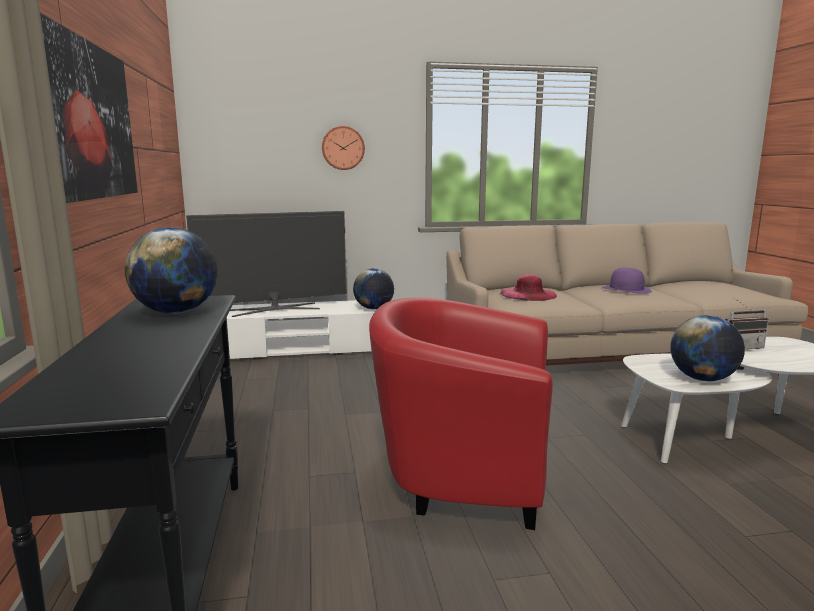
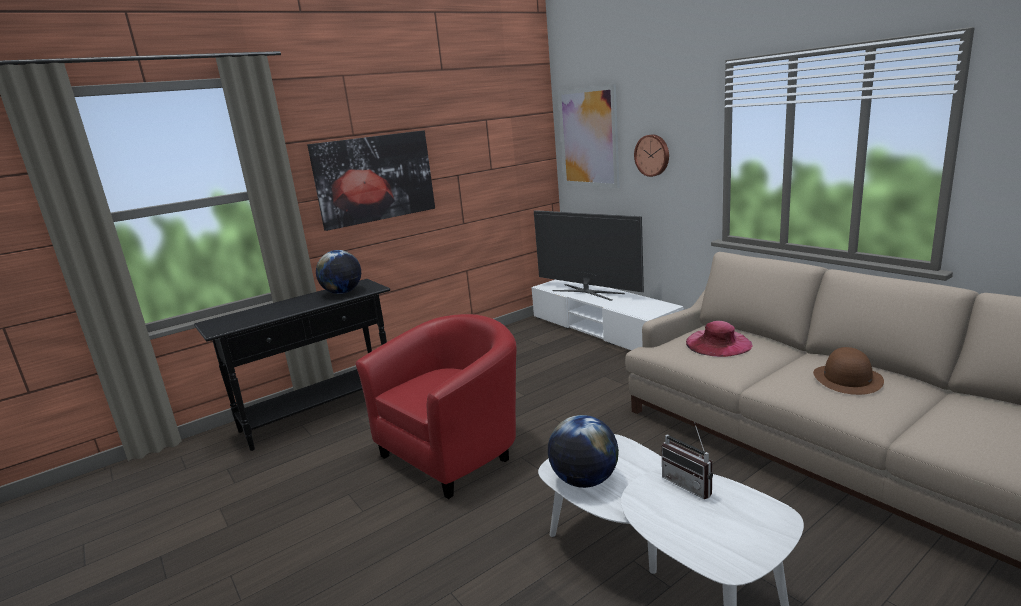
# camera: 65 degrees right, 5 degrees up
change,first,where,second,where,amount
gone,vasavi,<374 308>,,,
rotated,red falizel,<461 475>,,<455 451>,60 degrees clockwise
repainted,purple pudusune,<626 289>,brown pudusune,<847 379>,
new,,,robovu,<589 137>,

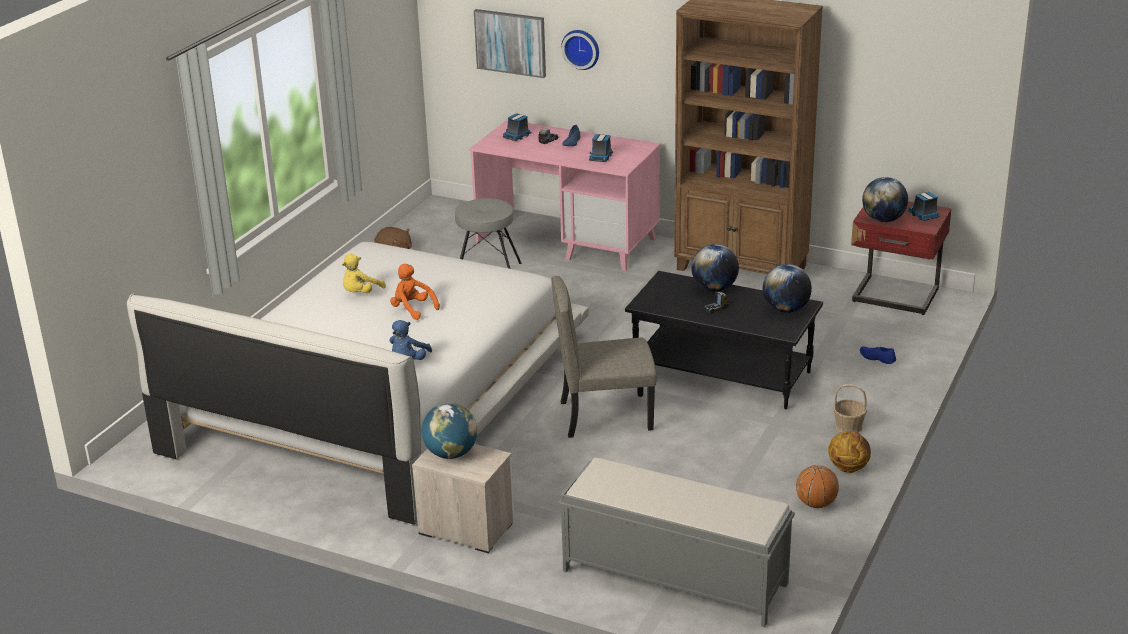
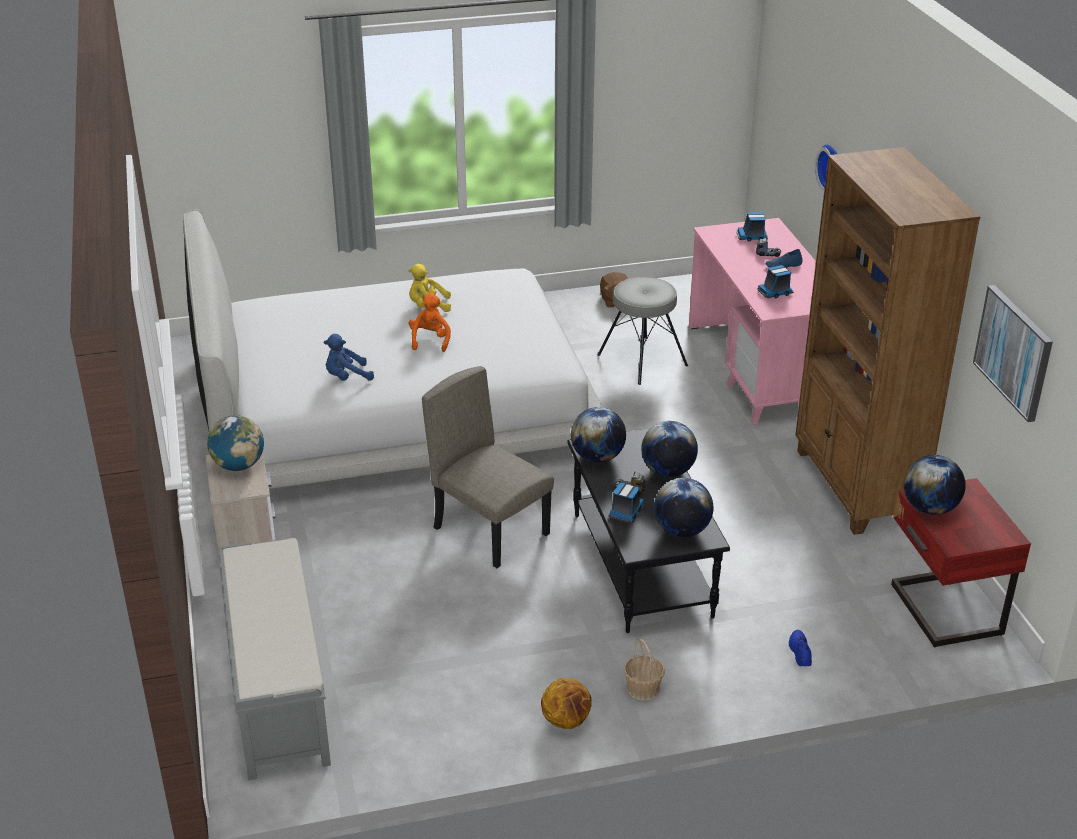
# camera: 50 degrees right, 5 degrees up
change,first,where,second,where,amount
shifted,robovu,<510 42>,,<1014 352>,
gone,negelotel,<816 504>,,,
shifted,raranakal,<923 215>,,<626 512>,
new,,,vasavi,<597 457>,

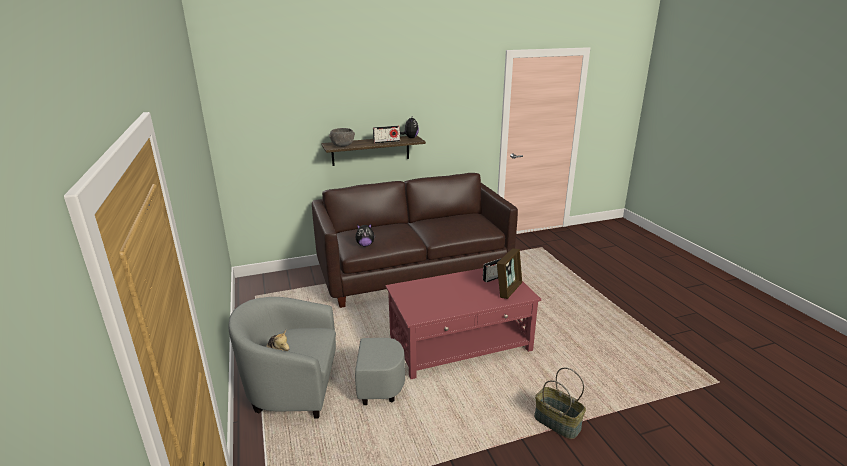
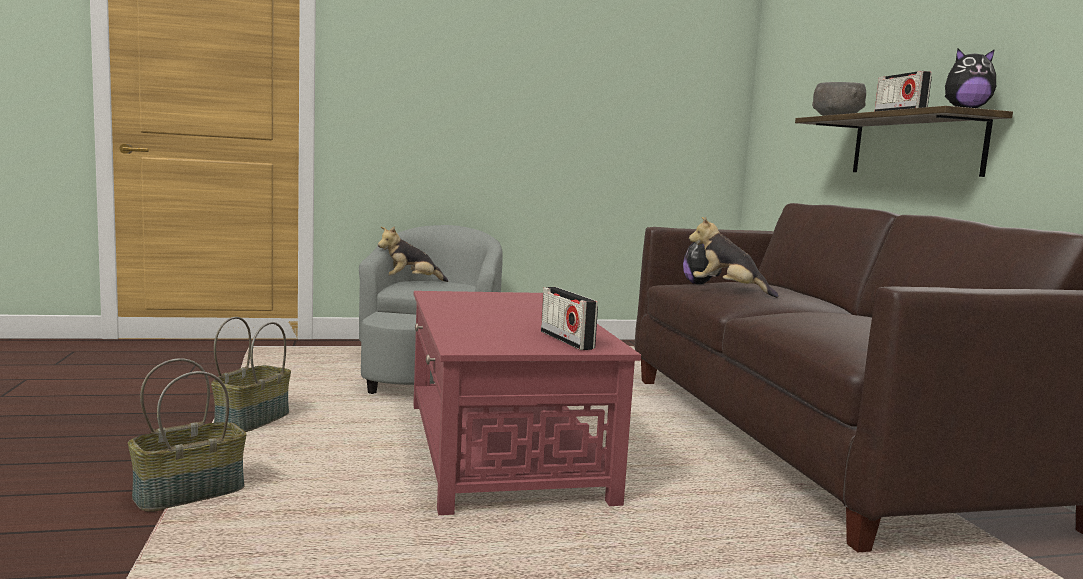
# camera: 95 degrees right, 15 degrees down
change,first,where,second,where,amount
gone,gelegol,<508 289>,,,
new,,,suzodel,<252 420>,
new,,,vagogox,<728 290>,

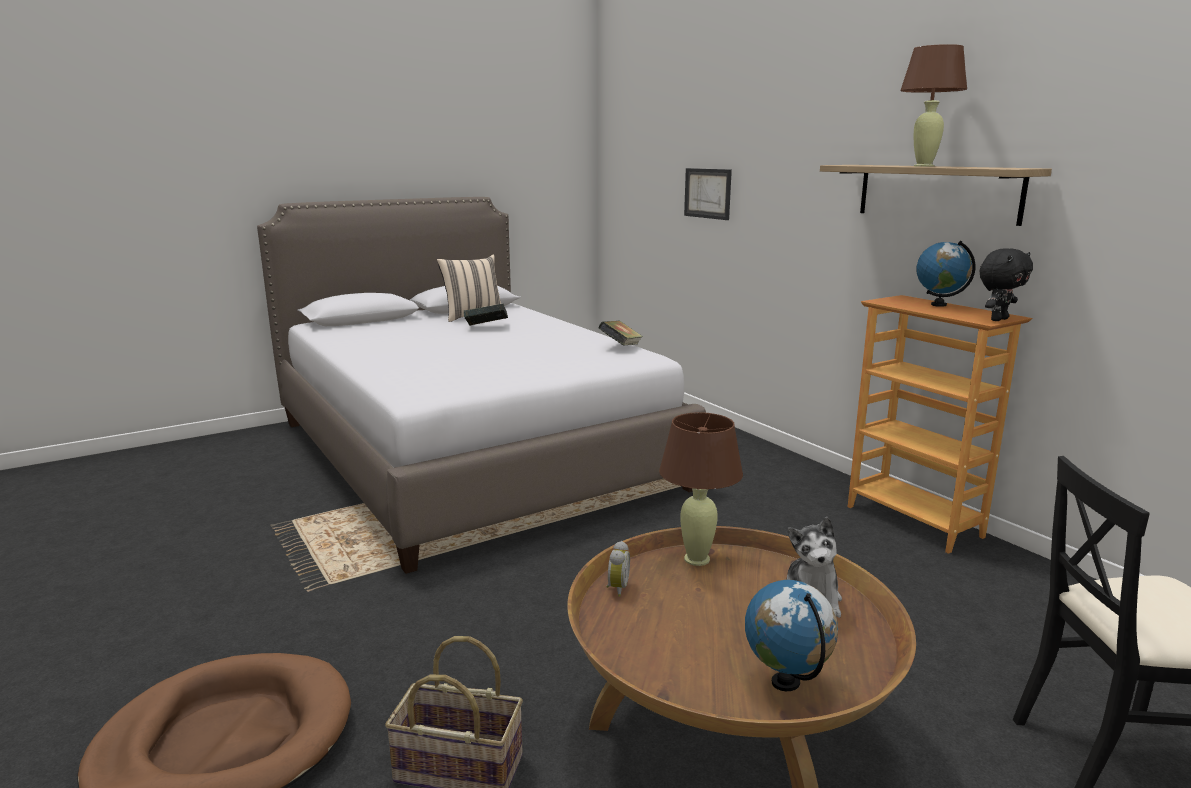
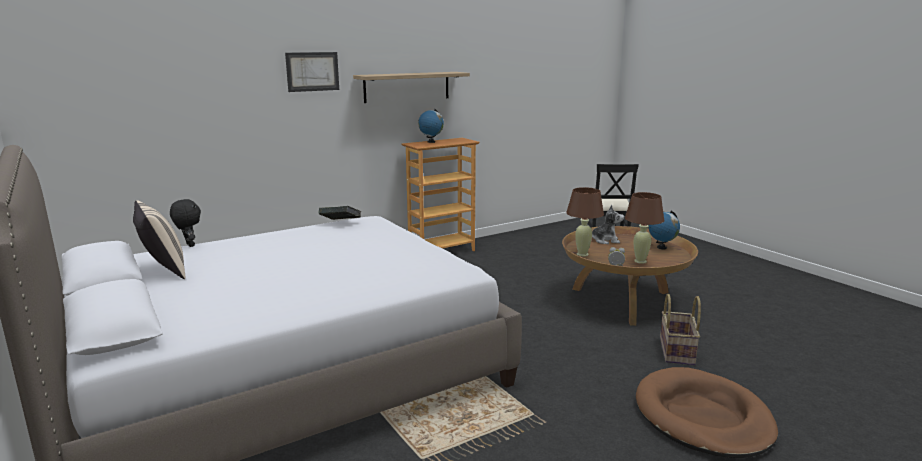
# camera: 90 degrees left, 0 degrees up
change,first,where,second,where,amount
gone,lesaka,<486 327>,,,
shifted,robovu,<707 193>,,<312 71>,
shifted,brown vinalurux,<923 166>,,<640 261>,
shifted,black vagogox,<998 319>,,<189 245>,

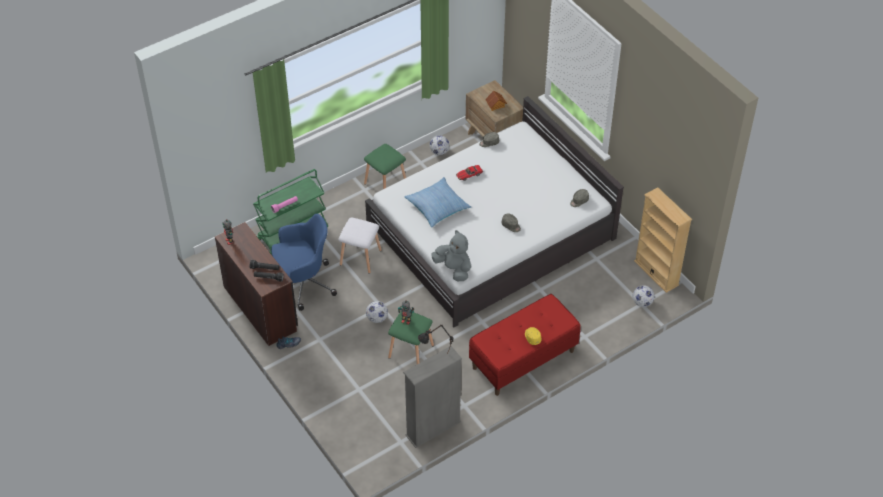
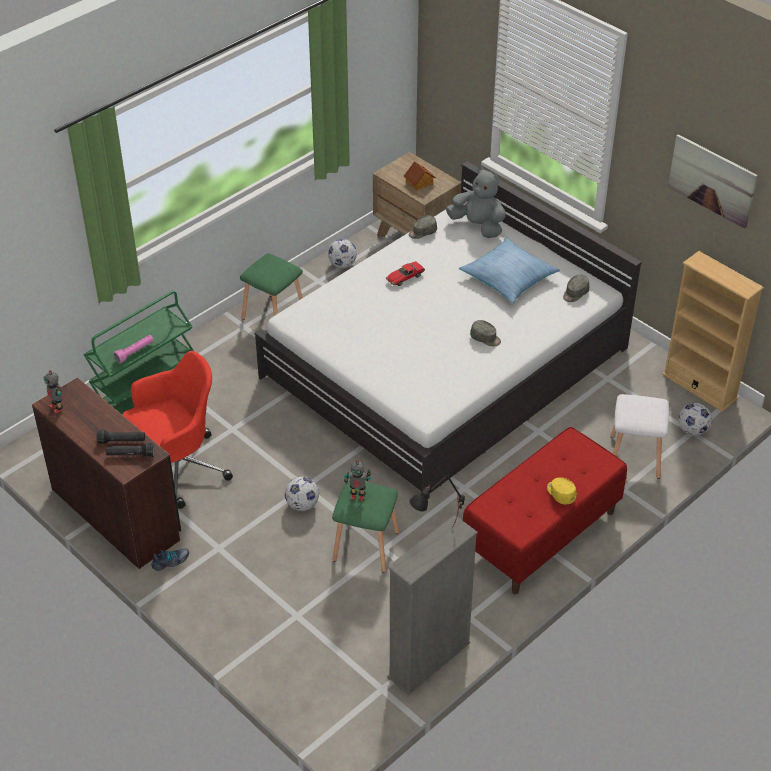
# camera: 10 degrees left, 5 degrees down
change,first,where,second,where,amount
repainted,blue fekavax,<303 283>,red fekavax,<177 469>,
shifted,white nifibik,<360 258>,,<635 457>,
shifted,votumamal,<437 206>,,<508 277>,
shifted,grey vagogox,<453 269>,,<478 226>,
new,,,robovu,<712 180>,

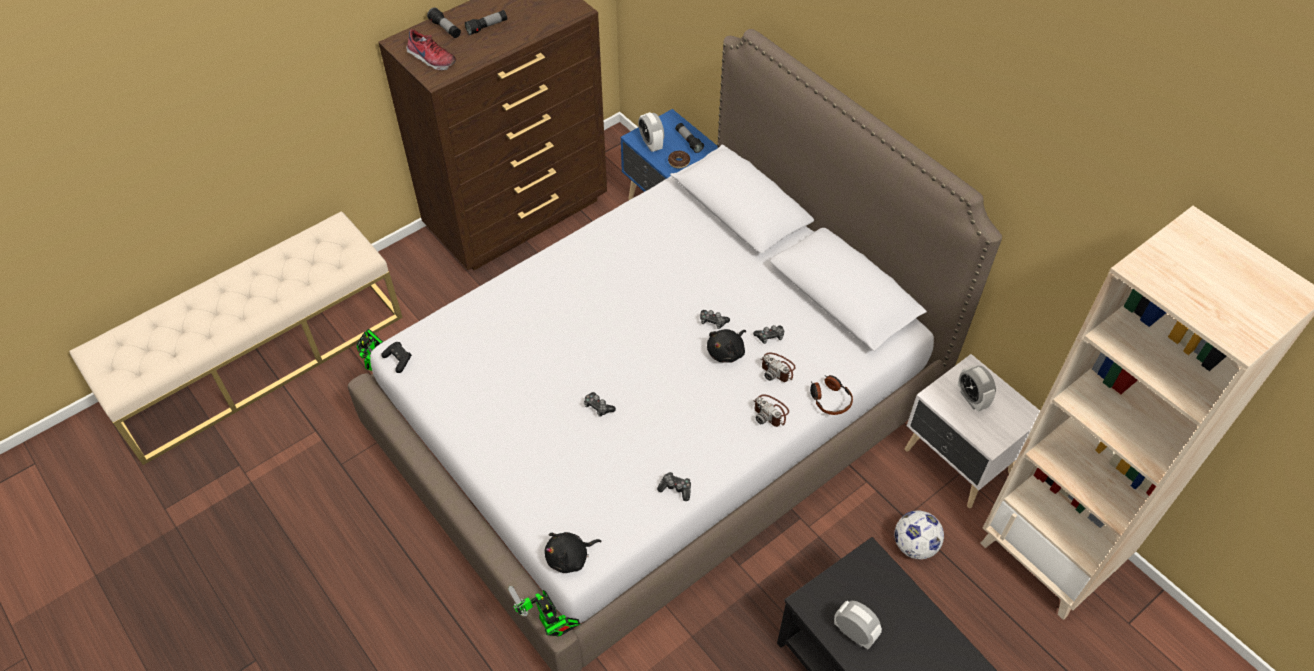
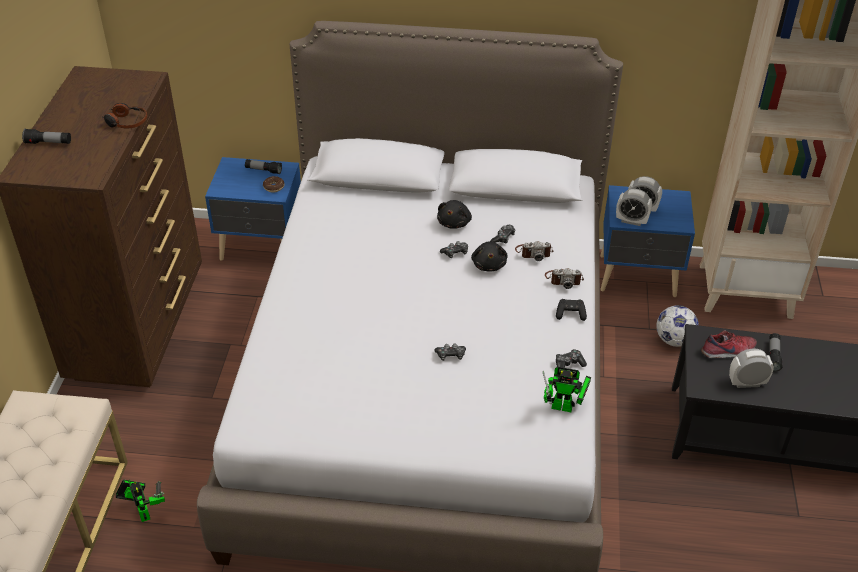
# camera: 45 degrees left, 10 degrees down
change,first,where,second,where,amount
shifted,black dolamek,<398 360>,,<570 314>,
shifted,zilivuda,<430 59>,,<728 352>,
shifted,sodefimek,<487 27>,,<773 356>,
shifted,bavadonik,<550 627>,,<565 407>,
shifted,black vagogox,<570 557>,,<454 222>,
shifted,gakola,<651 144>,,<631 221>,
shifted,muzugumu,<829 398>,,<126 122>,
repainted,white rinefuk,<957 463>,blue rinefuk,<639 277>,

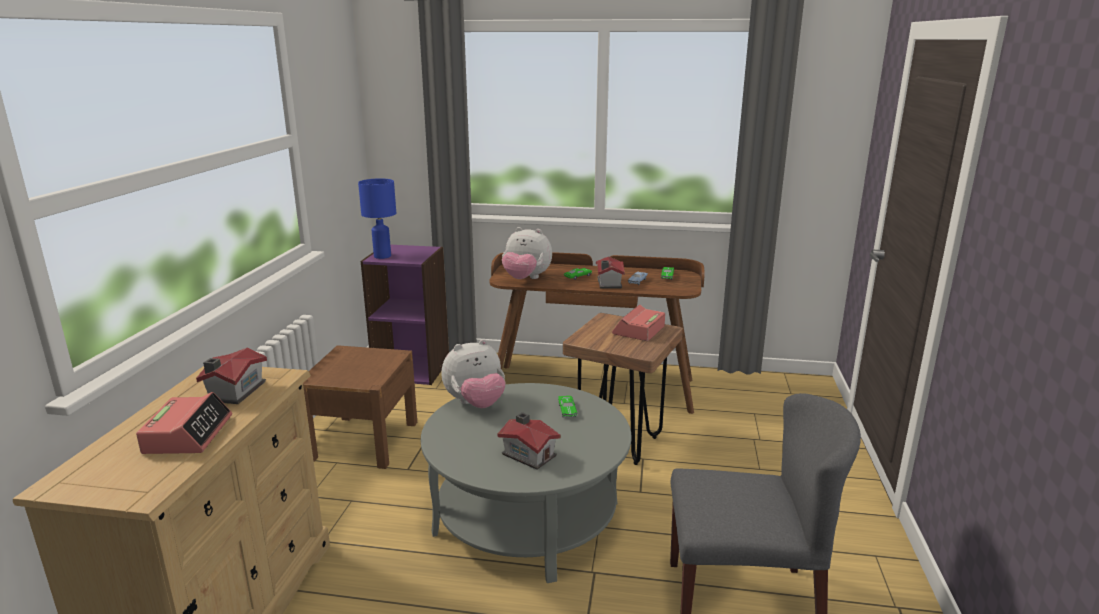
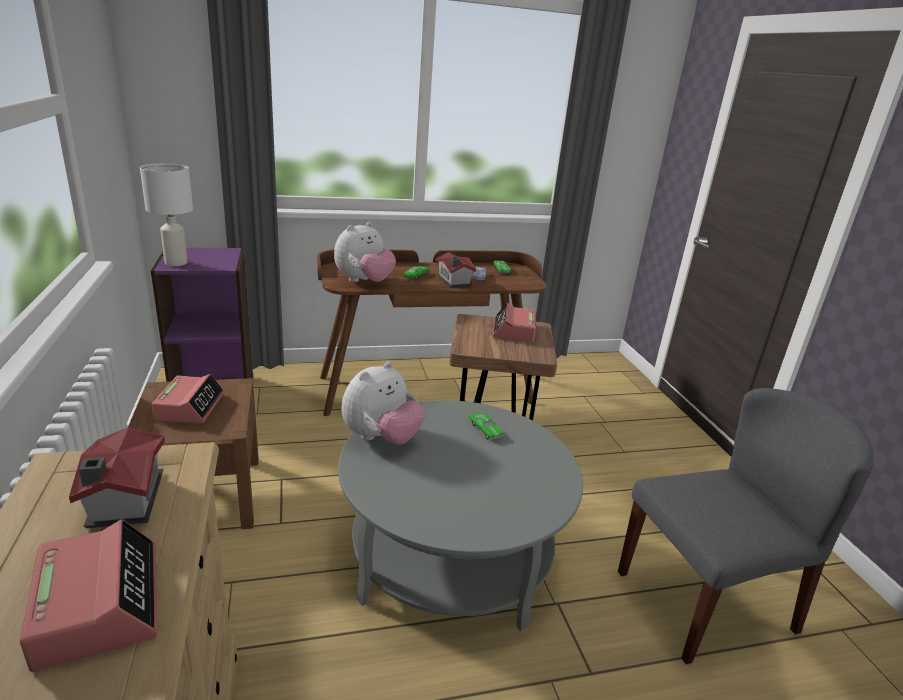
# camera: 25 degrees left, 5 degrees up
change,first,where,second,where,amount
repainted,blue vinalurux,<382 256>,white vinalurux,<176 263>,
gone,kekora,<529 454>,,,
rotated,vagogox,<526 279>,,<364 282>,45 degrees counterclockwise
new,,,gakola,<190 407>,

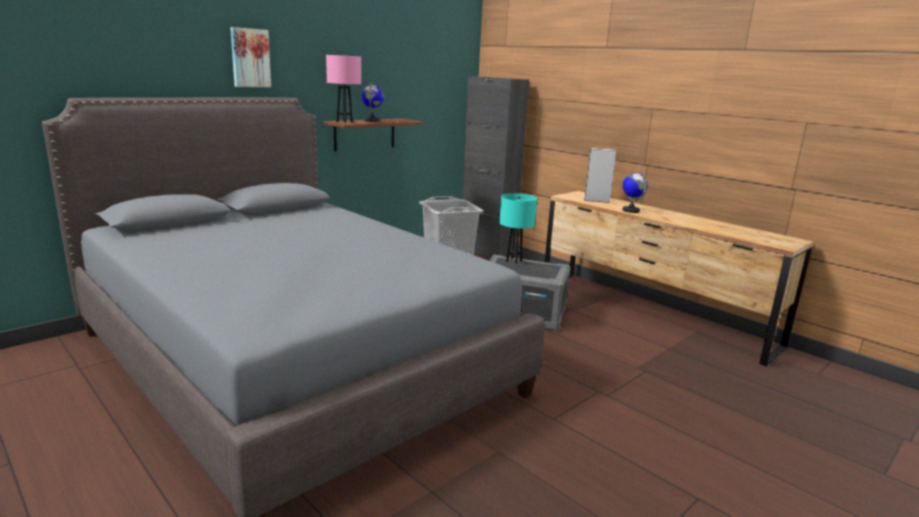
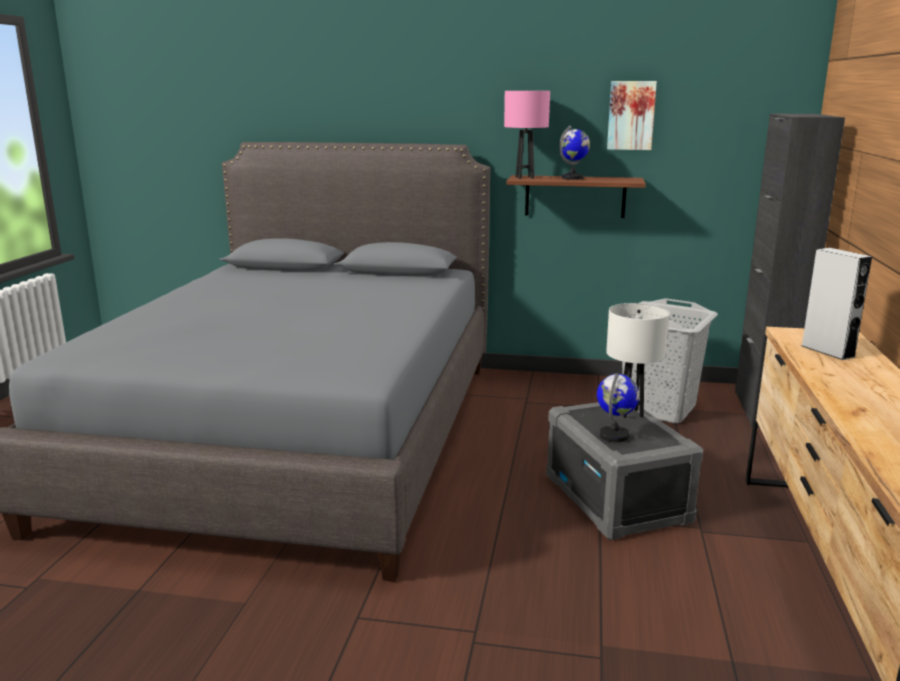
# camera: 55 degrees right, 0 degrees up
change,first,where,second,where,amount
shifted,robovu,<250 58>,,<631 115>,
repainted,turquoise vinalurux,<514 261>,white vinalurux,<631 413>,
shifted,vasavi,<631 210>,,<614 435>,

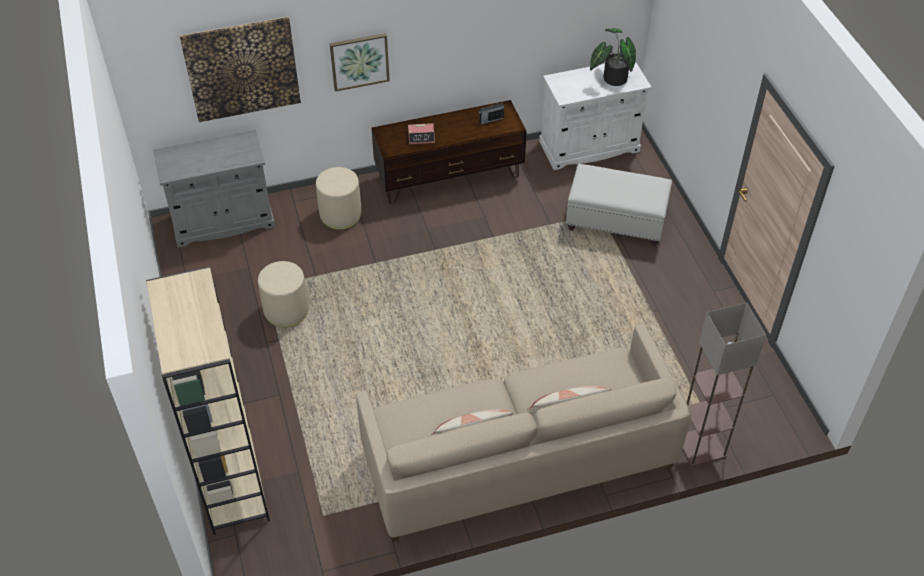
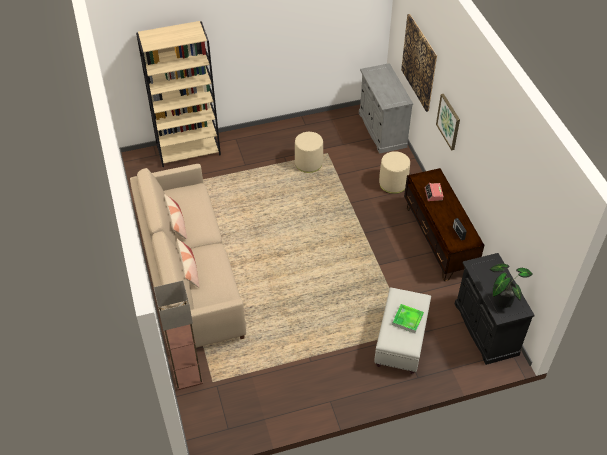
# camera: 90 degrees right, 0 degrees up
change,first,where,second,where,amount
repainted,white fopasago,<589 147>,black fopasago,<485 329>,
new,,,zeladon,<407 319>,

